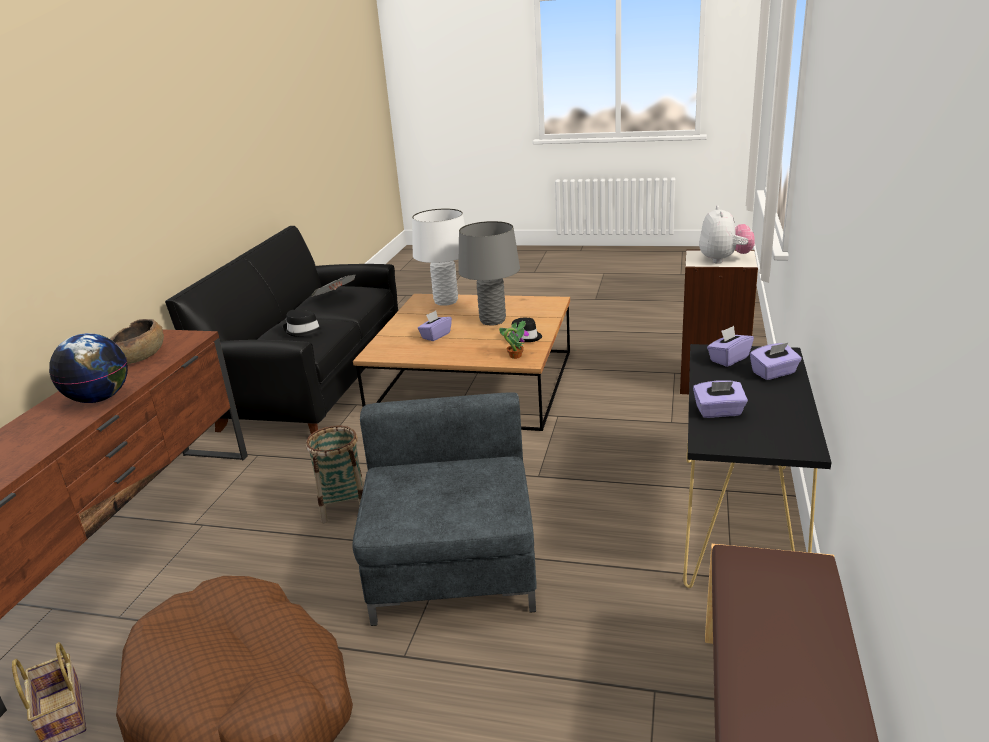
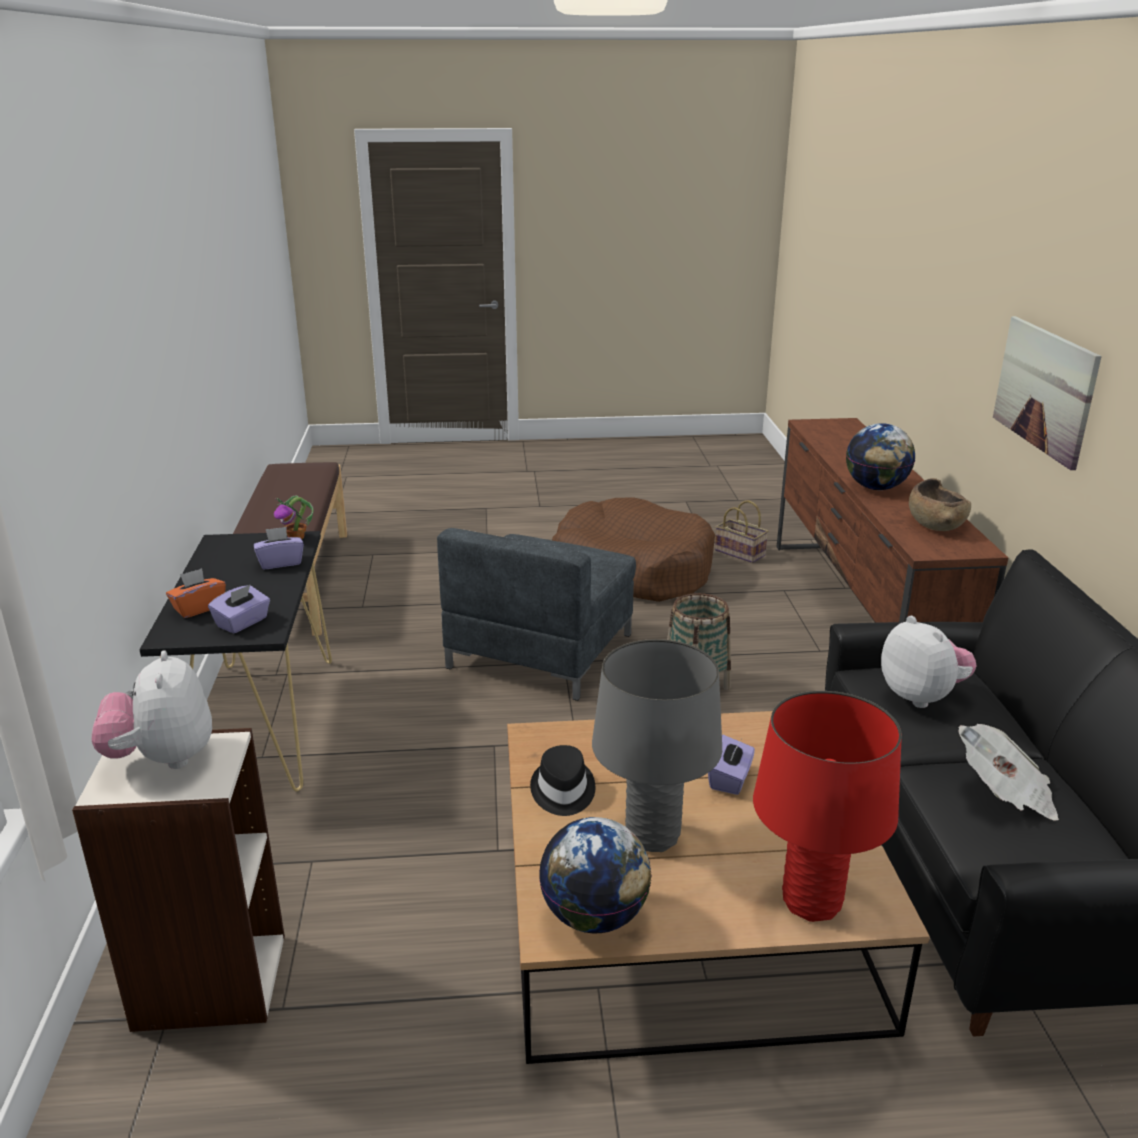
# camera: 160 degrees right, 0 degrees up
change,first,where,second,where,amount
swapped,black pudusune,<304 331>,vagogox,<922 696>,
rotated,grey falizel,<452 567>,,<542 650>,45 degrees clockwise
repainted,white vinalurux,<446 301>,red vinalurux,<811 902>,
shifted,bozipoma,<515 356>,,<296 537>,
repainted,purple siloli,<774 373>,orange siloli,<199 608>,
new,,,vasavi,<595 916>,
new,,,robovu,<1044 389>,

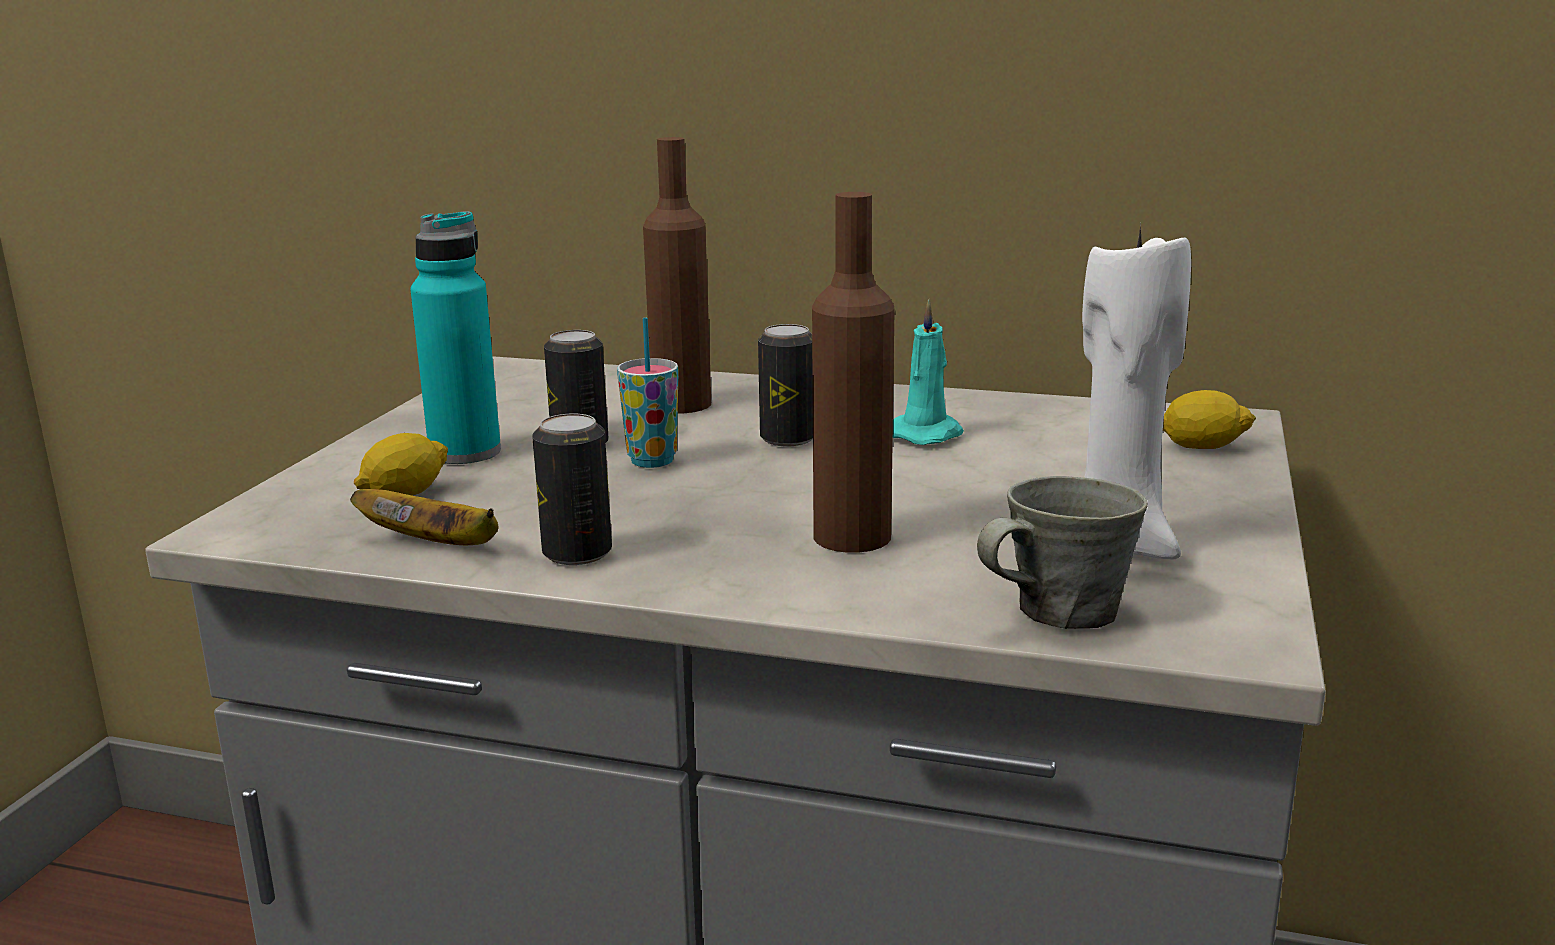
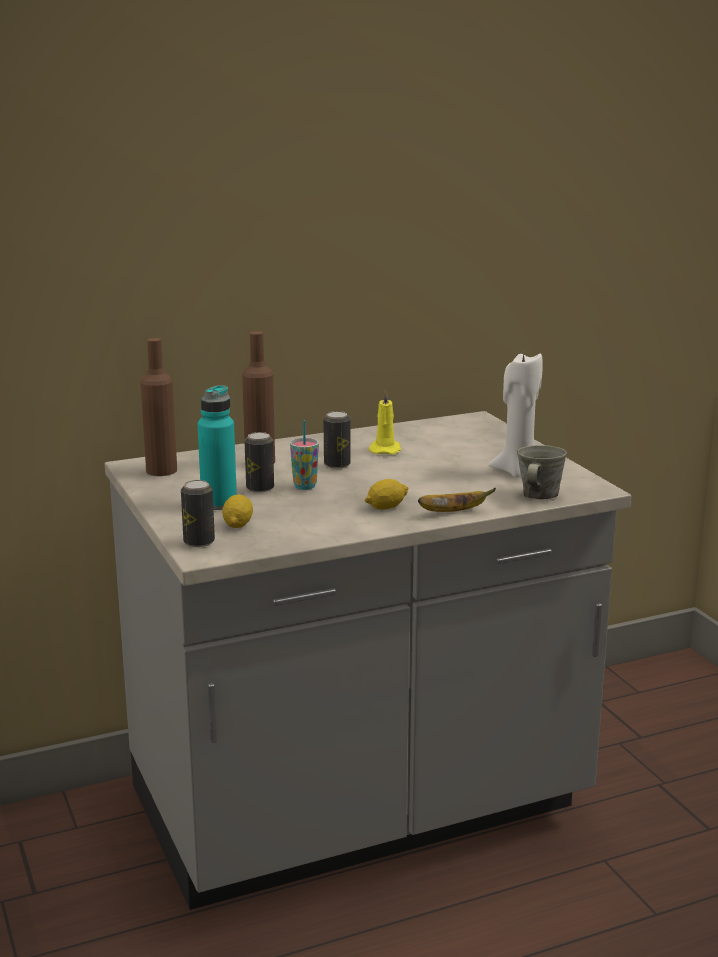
# camera: 40 degrees left, 0 degrees up
change,first,where,second,where,amount
shifted,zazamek,<437 544>,,<453 512>,
shifted,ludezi,<577 553>,,<199 542>,
shifted,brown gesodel,<852 536>,,<161 470>,
repainted,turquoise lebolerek,<927 434>,yellow lebolerek,<385 450>,
shifted,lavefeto,<1201 446>,,<386 507>,

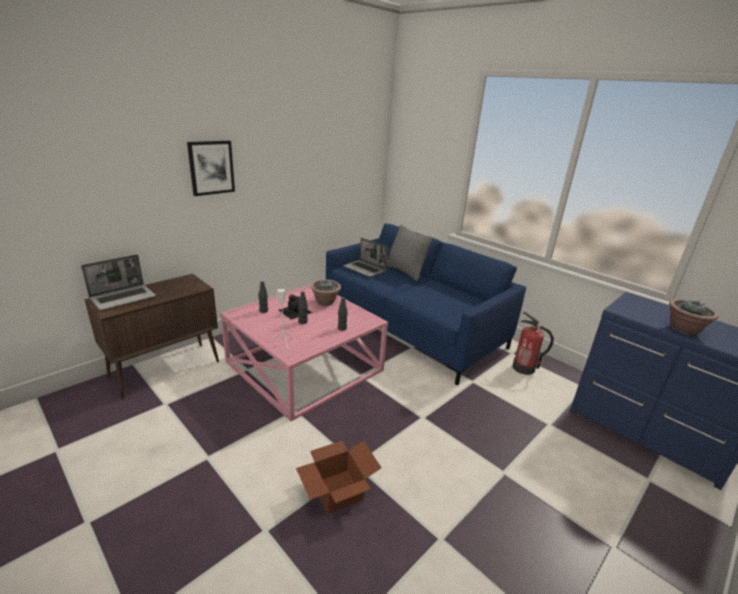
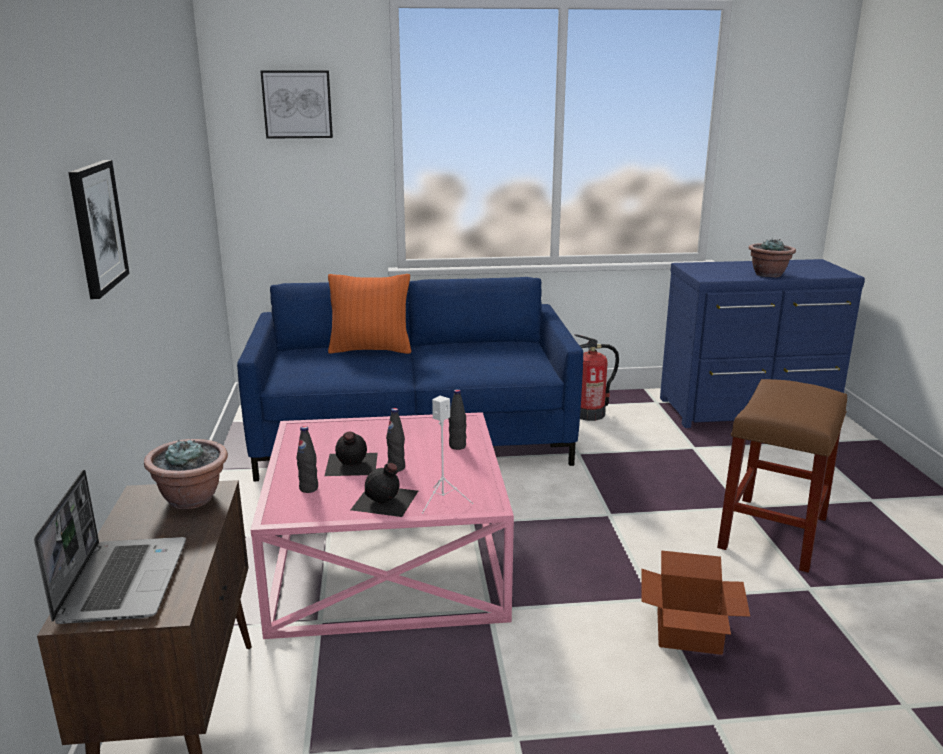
# camera: 50 degrees left, 5 degrees down
change,first,where,second,where,amount
shifted,bozipoma,<325 302>,,<192 499>,
gone,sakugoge,<365 269>,,,
repainted,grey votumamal,<405 271>,orange votumamal,<371 350>,
new,,,robovu,<297 104>,
new,,,black gesodel,<385 500>,
new,,,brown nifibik,<773 531>,

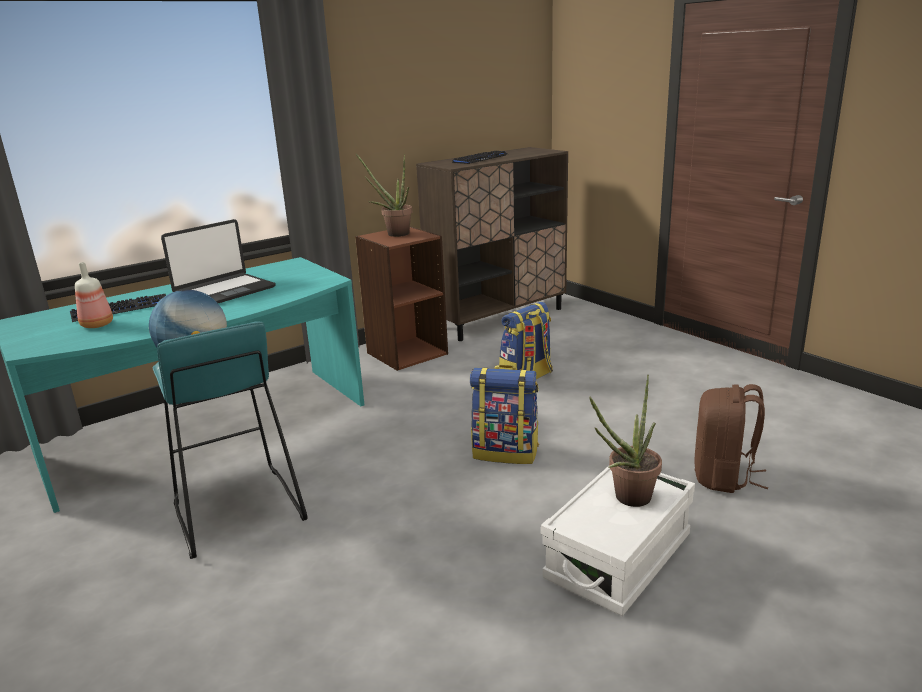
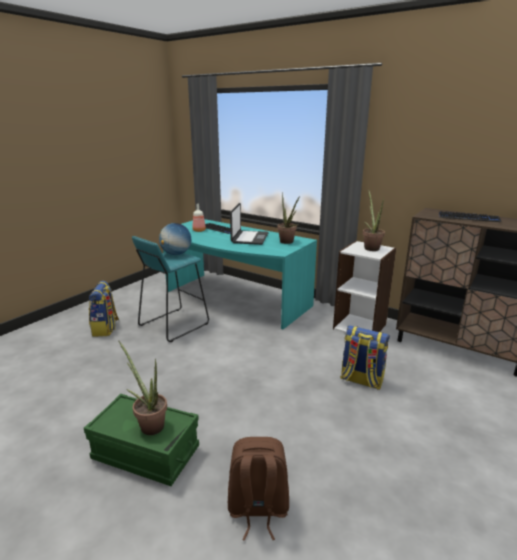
# camera: 70 degrees right, 0 degrees up
change,first,where,second,where,amount
rotated,sakugoge,<224 291>,,<249 238>,105 degrees counterclockwise
repainted,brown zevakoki,<406 353>,white zevakoki,<360 326>,
shifted,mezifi,<506 452>,,<106 329>,
repainted,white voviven,<618 558>,green voviven,<146 453>,
new,,,bozipoma,<288 242>,

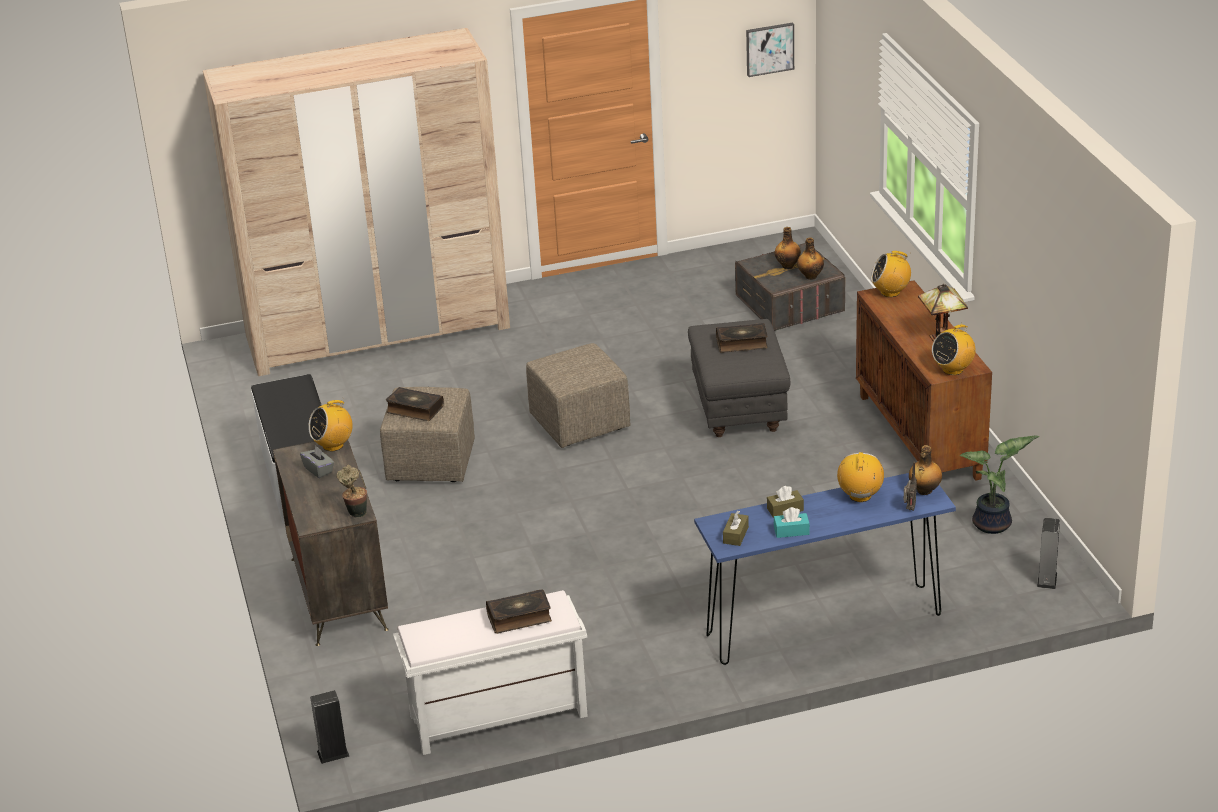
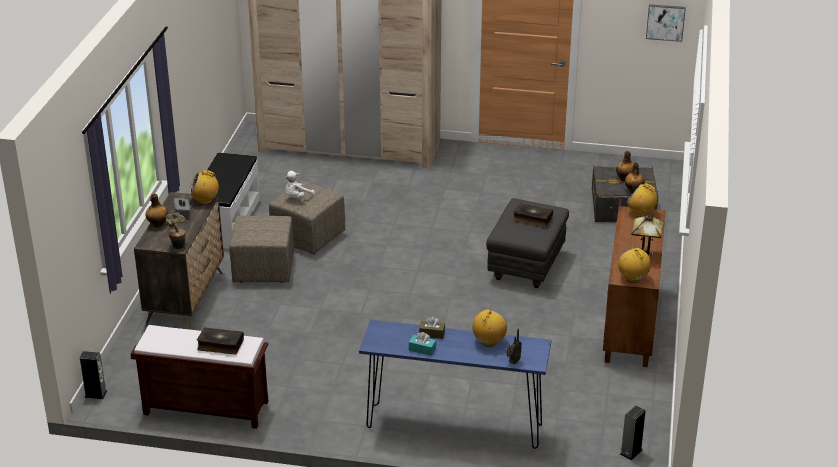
# camera: 25 degrees right, 0 degrees up
change,first,where,second,where,amount
swapped,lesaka,<414 410>,white vagogox,<297 197>,
repainted,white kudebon,<497 717>,brown kudebon,<204 408>,
shifted,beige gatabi,<580 422>,,<264 269>,
gone,brown siloli,<735 535>,,,
shifted,gesodel,<924 491>,,<157 224>,
rotated,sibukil,<953 369>,,<633 278>,75 degrees clockwise
gone,bozipoma,<994 525>,,,

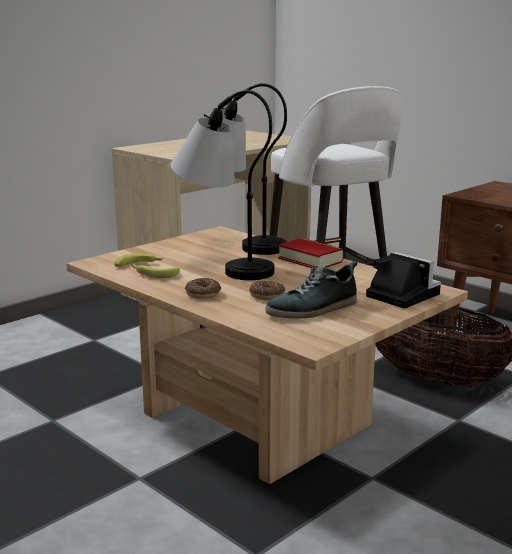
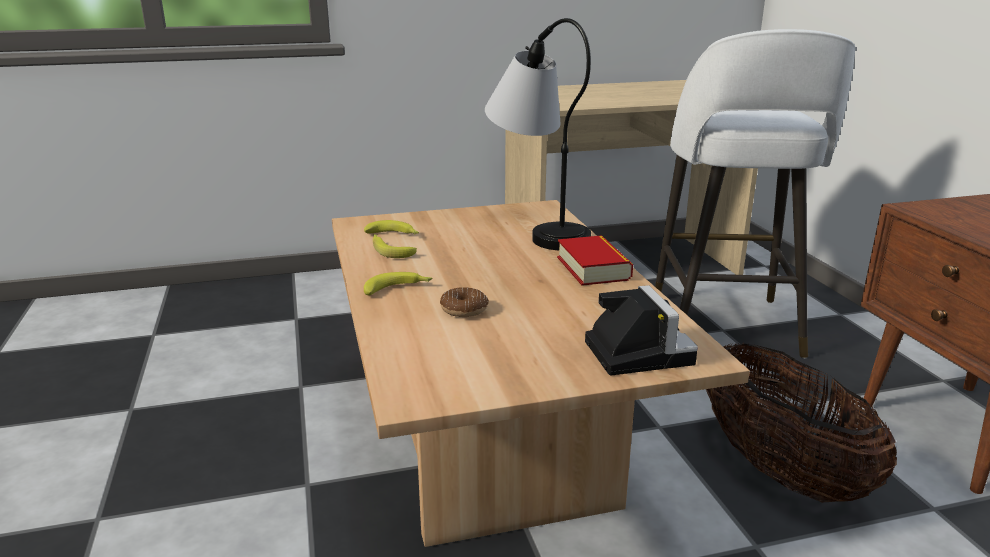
# camera: 30 degrees right, 5 degrees up
change,first,where,second,where,amount
gone,vinalurux,<222 266>,,,
swapped,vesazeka,<203 294>,zazamek,<398 289>,
gone,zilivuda,<313 309>,,,

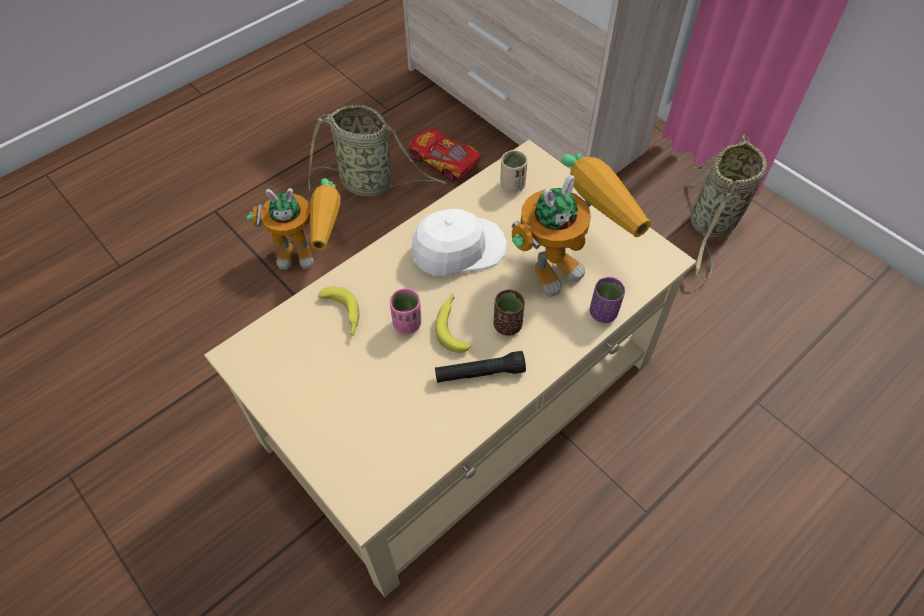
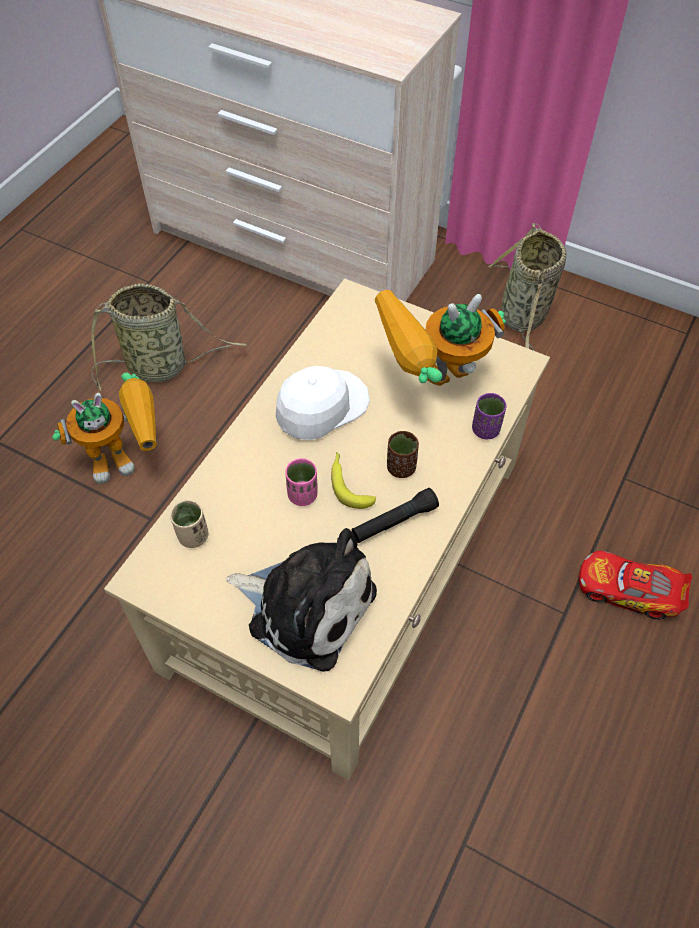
# camera: 20 degrees left, 0 degrees up
change,first,where,second,where,amount
gone,zazamek,<343 315>,,,
shifted,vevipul,<444 162>,,<629 591>,
shifted,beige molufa,<512 185>,,<193 536>,
rotated,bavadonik,<566 261>,,<431 389>,150 degrees counterclockwise
new,,,vagogox,<306 605>,

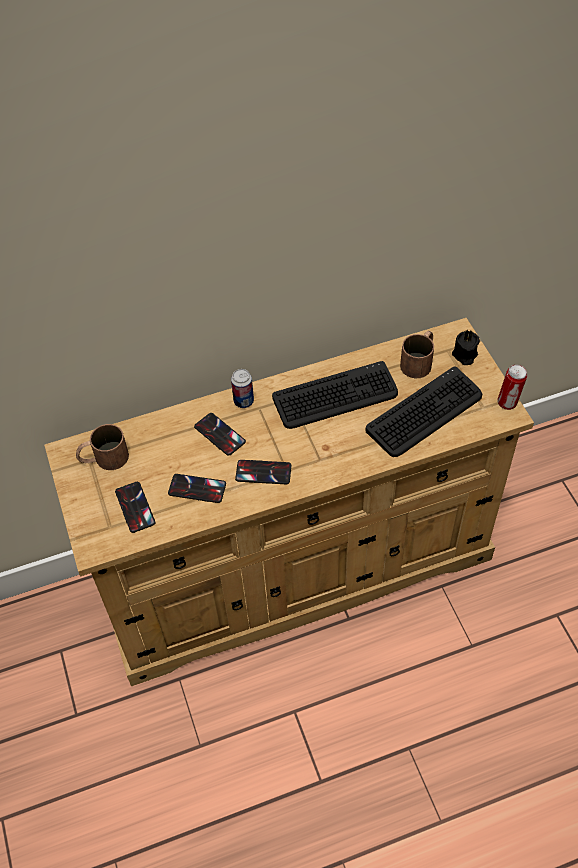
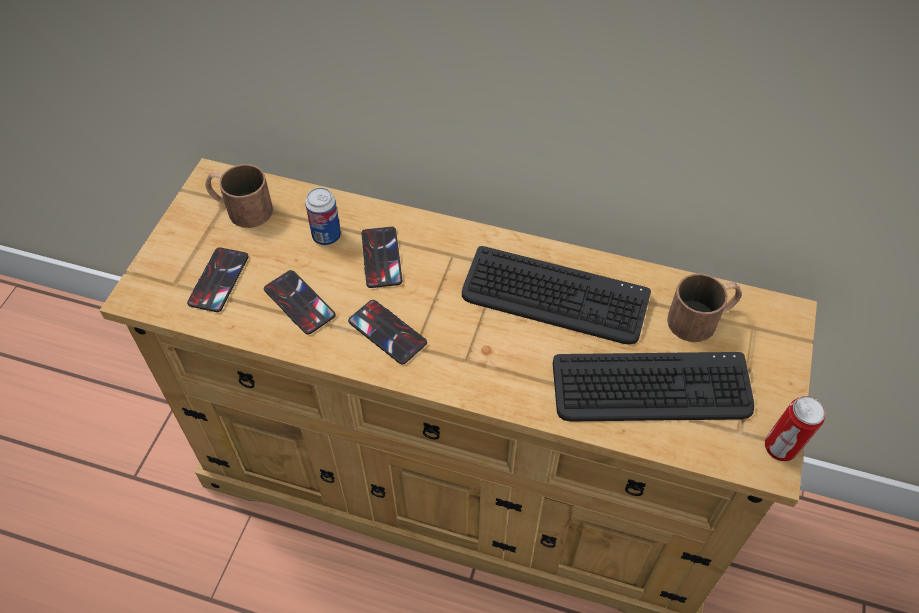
# camera: 35 degrees right, 0 degrees up
change,first,where,second,where,amount
shifted,ludezi,<243 401>,,<326 236>,
gone,black lebolerek,<464 355>,,,

